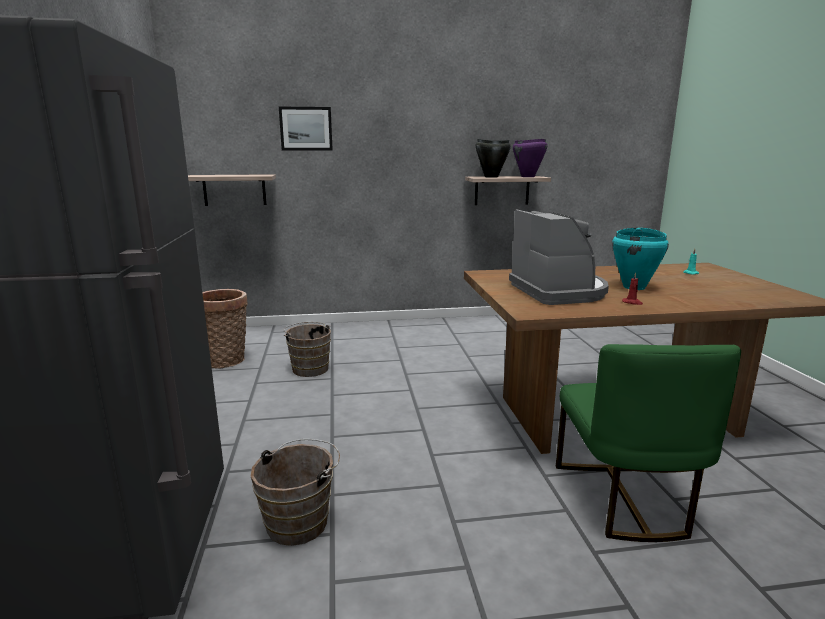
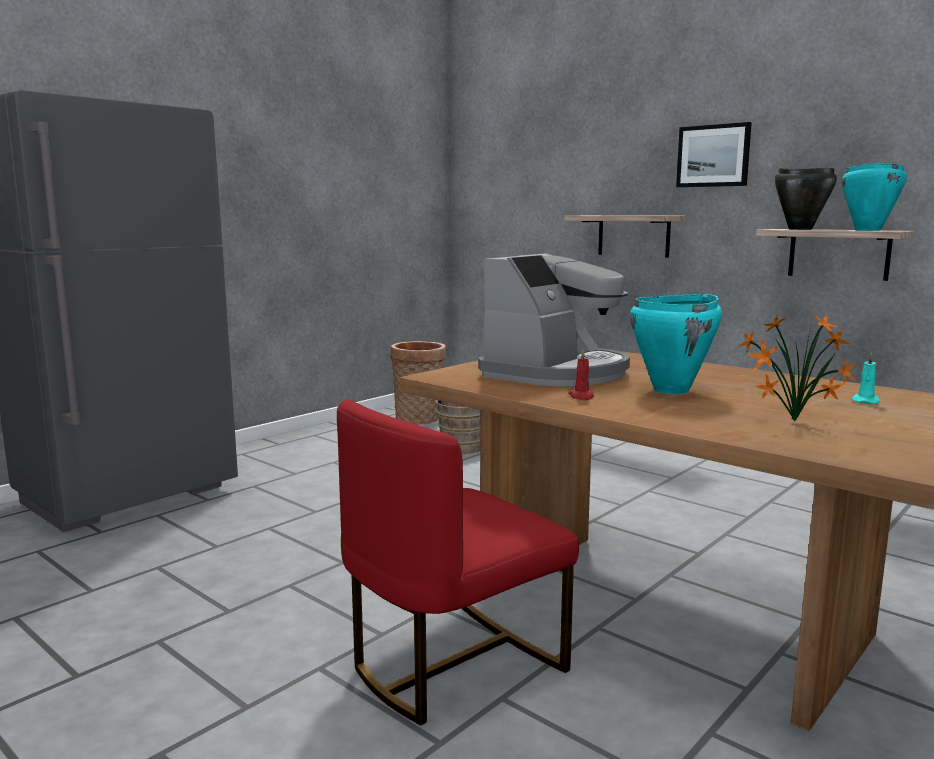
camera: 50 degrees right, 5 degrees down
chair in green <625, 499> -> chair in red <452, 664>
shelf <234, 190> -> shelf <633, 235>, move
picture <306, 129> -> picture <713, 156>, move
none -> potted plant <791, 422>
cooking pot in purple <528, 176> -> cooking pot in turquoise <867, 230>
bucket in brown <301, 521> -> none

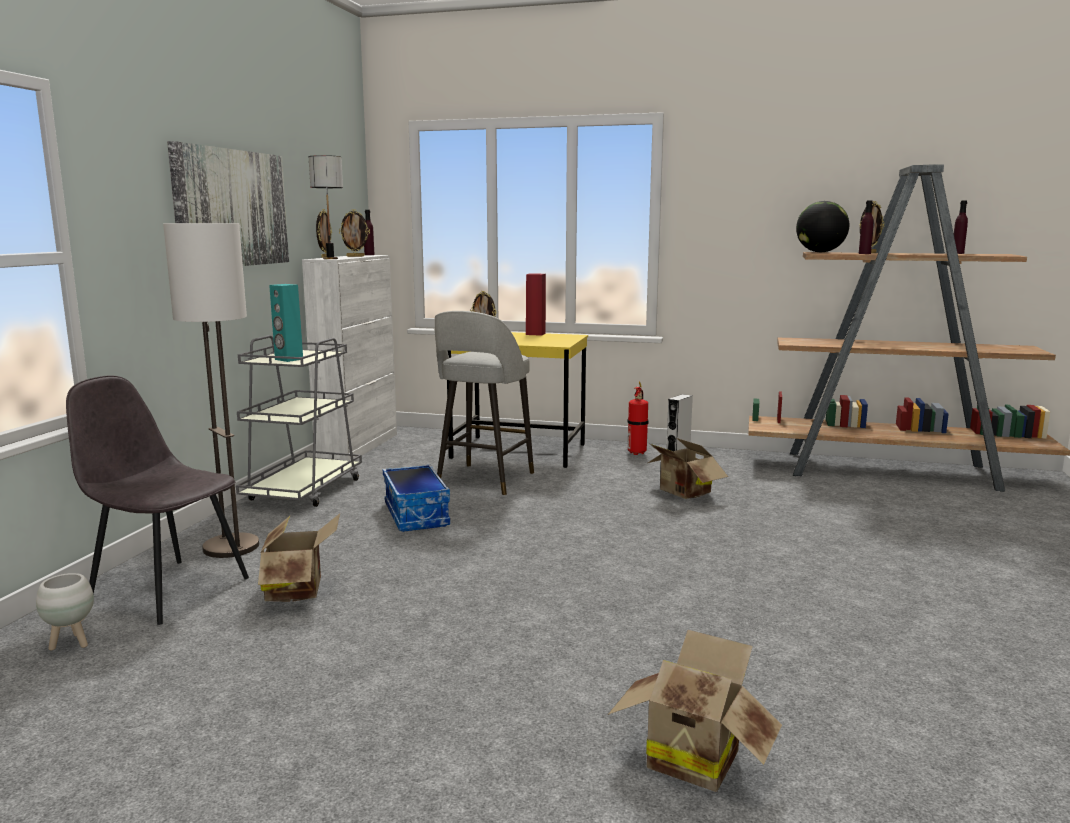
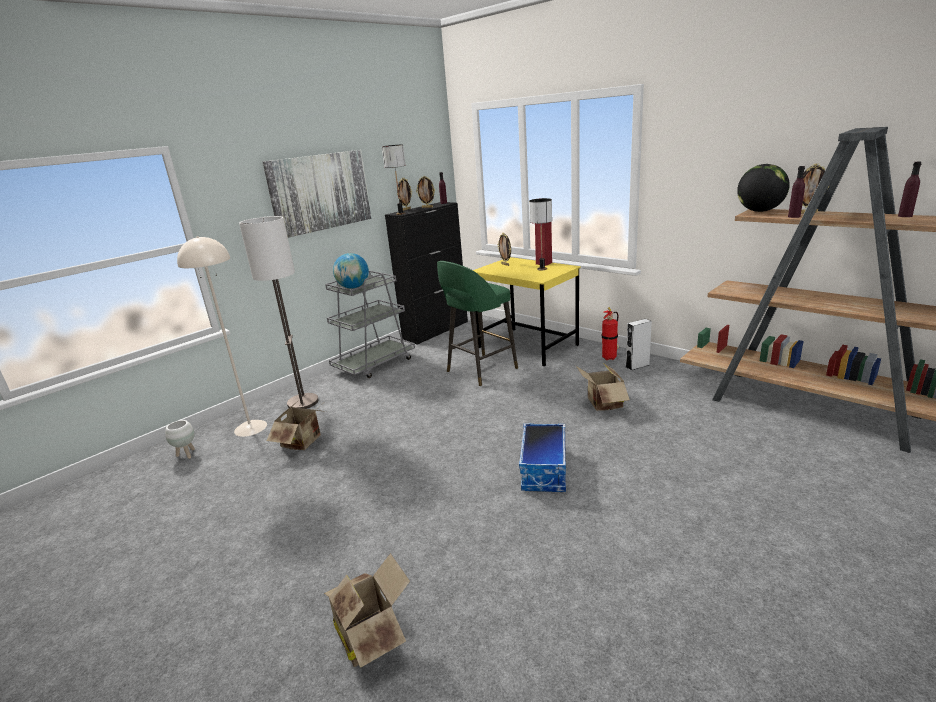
camera: 30 degrees right, 10 degrees up
chair in grey <167, 590> -> floor lamp in beige <251, 427>
speaker in turquoise <288, 359> -> globe <354, 287>
cabinet in white <358, 447> -> cabinet in black <436, 330>
stool in grey <483, 480> -> stool in green <480, 370>
storage box <417, 515> -> storage box <545, 470>, move
none -> table lamp <542, 269>

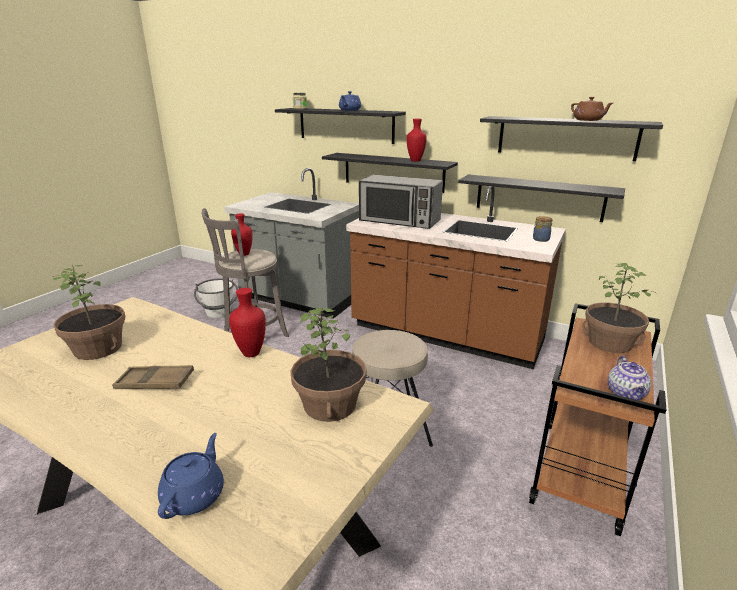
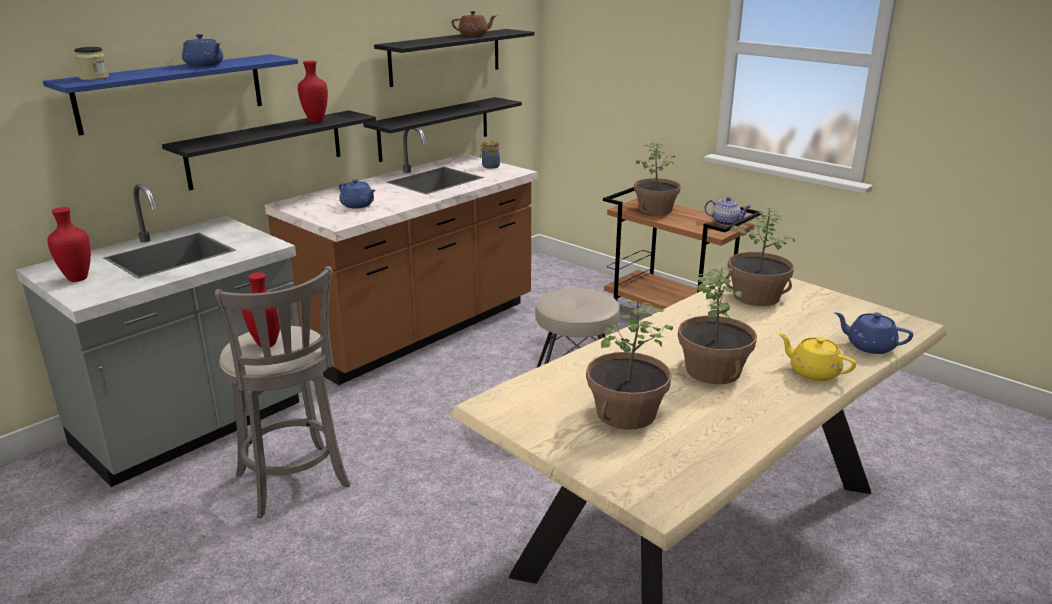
camera: 75 degrees left, 0 degrees up
shelf in black <345, 125> -> shelf in blue <172, 93>
vase in red <250, 353> -> vase in red <76, 279>, move
microwave <399, 221> -> teapot in blue <358, 205>
tray in brown <155, 382> -> potted plant <713, 370>
none -> teapot in yellow <813, 372>
bucket in white <219, 315> -> none

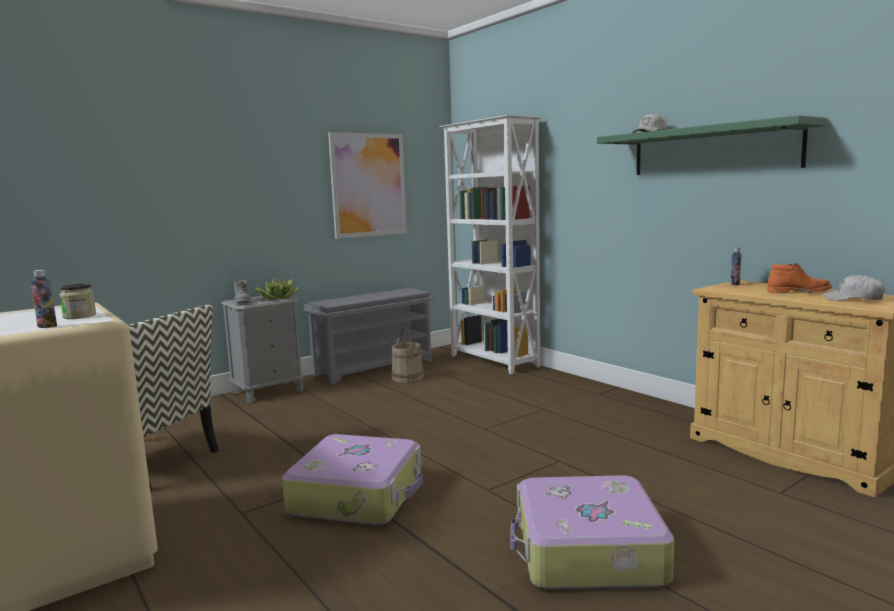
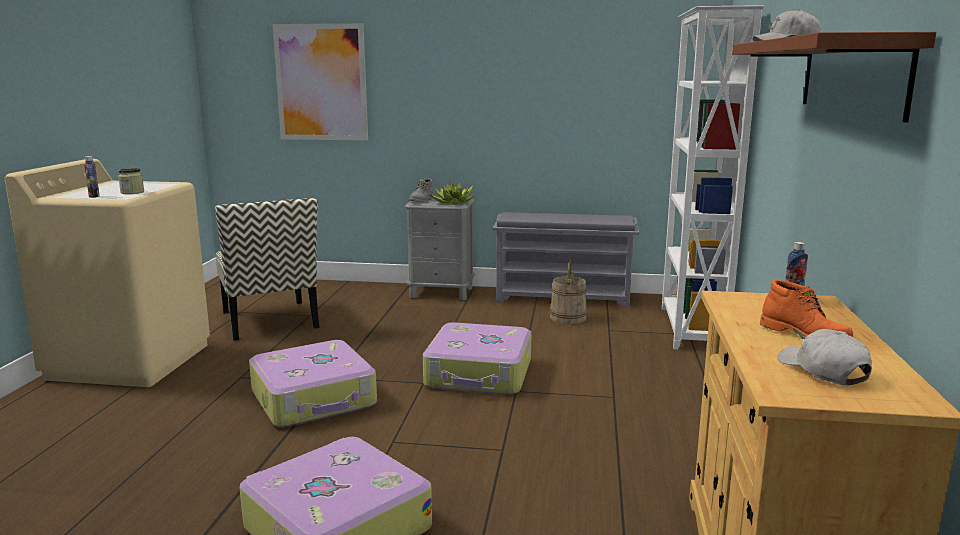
camera: 45 degrees right, 5 degrees up
picture <368, 185> -> picture <321, 82>, move
none -> suitcase <479, 374>
shelf in green <713, 150> -> shelf in brown <851, 76>

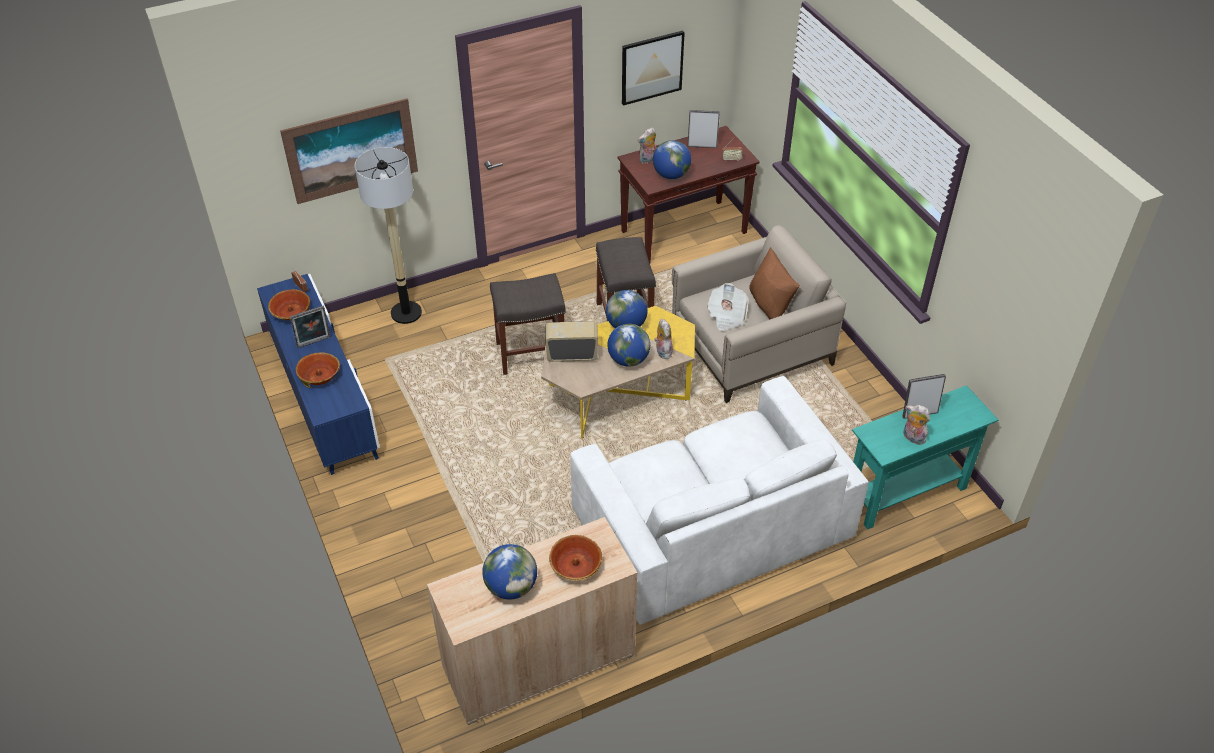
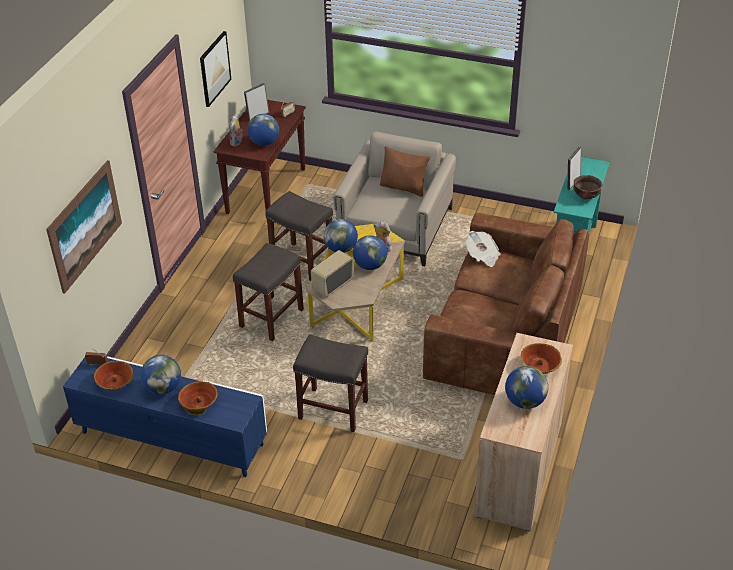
camera: 45 degrees left, 5 degrees down
picture frame <314, 343> -> globe <163, 388>
none -> stool in grey <332, 410>
sofa in white <711, 526> -> sofa in brown <506, 332>
newspaper <726, 316> -> newspaper <482, 256>, move
plush toy <912, 438> -> bowl in brown <586, 196>
floor lamp <406, 313> -> none

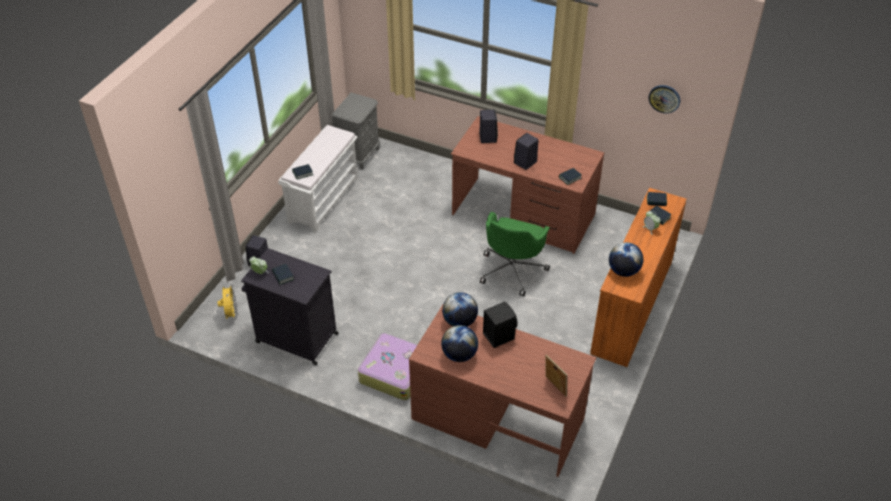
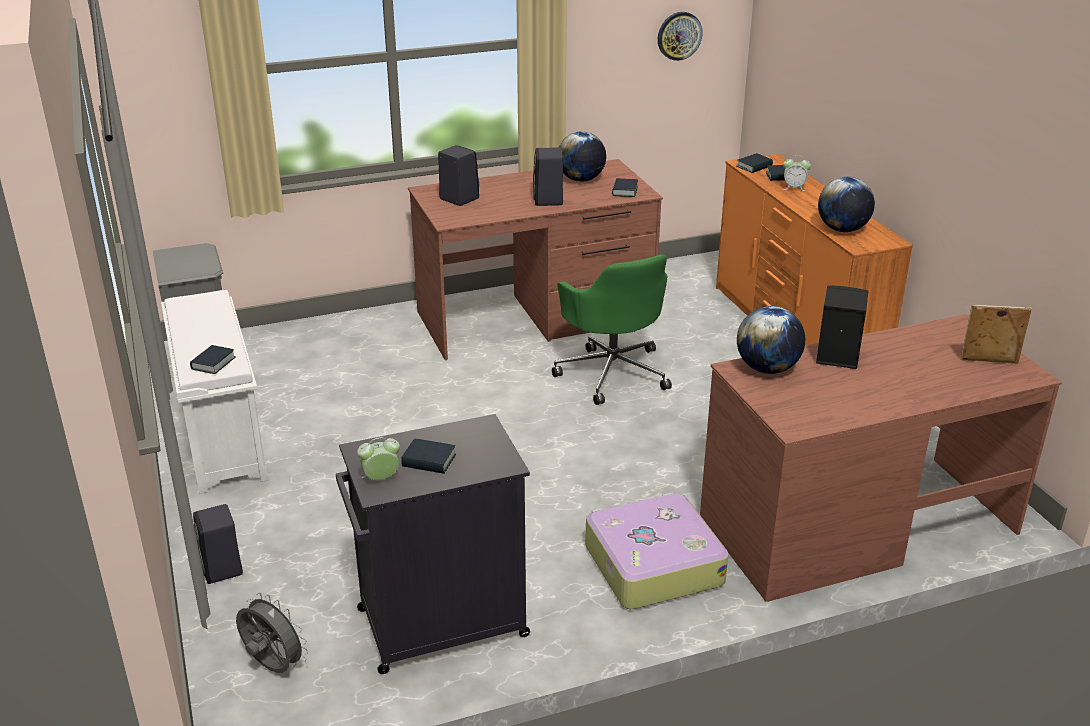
camera: 45 degrees left, 15 degrees down
fan in yellow <231, 314> -> fan in grey <273, 667>
globe <459, 355> -> globe <581, 179>, move

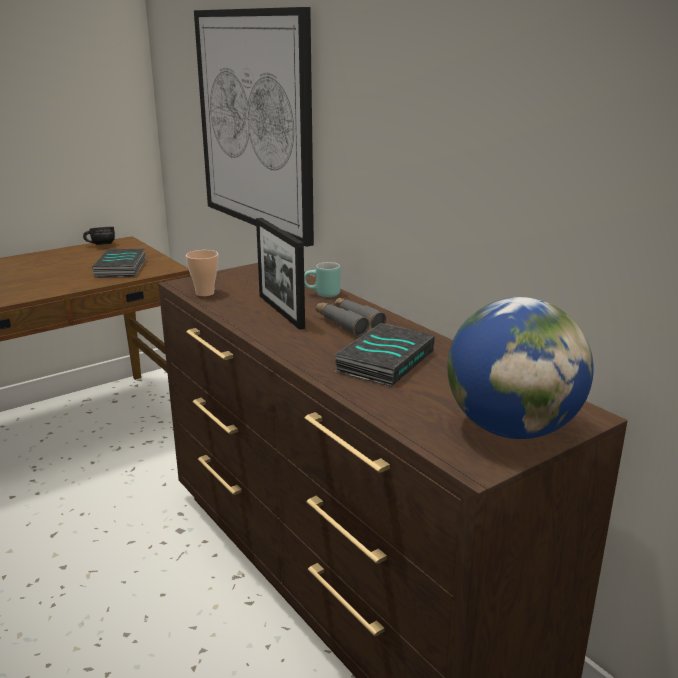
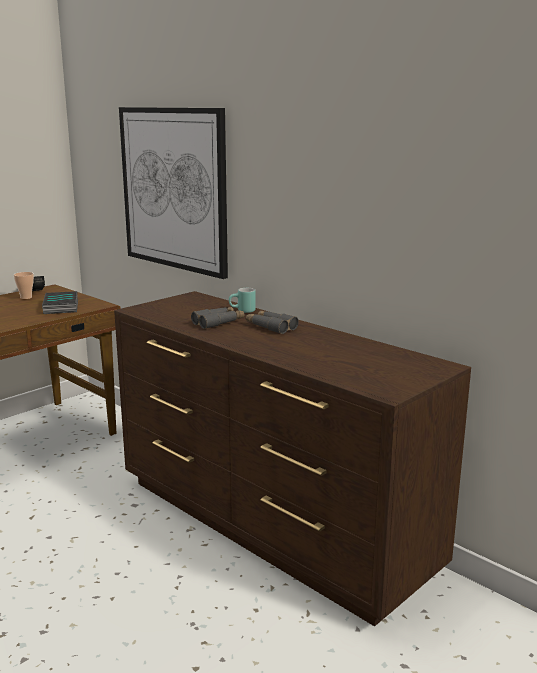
camera: 10 degrees left, 5 degrees down
cup <205, 293> -> cup <26, 297>, move
picture frame <281, 311> -> binoculars in grey <218, 322>
book <384, 360> -> none
globe <511, 429> -> none

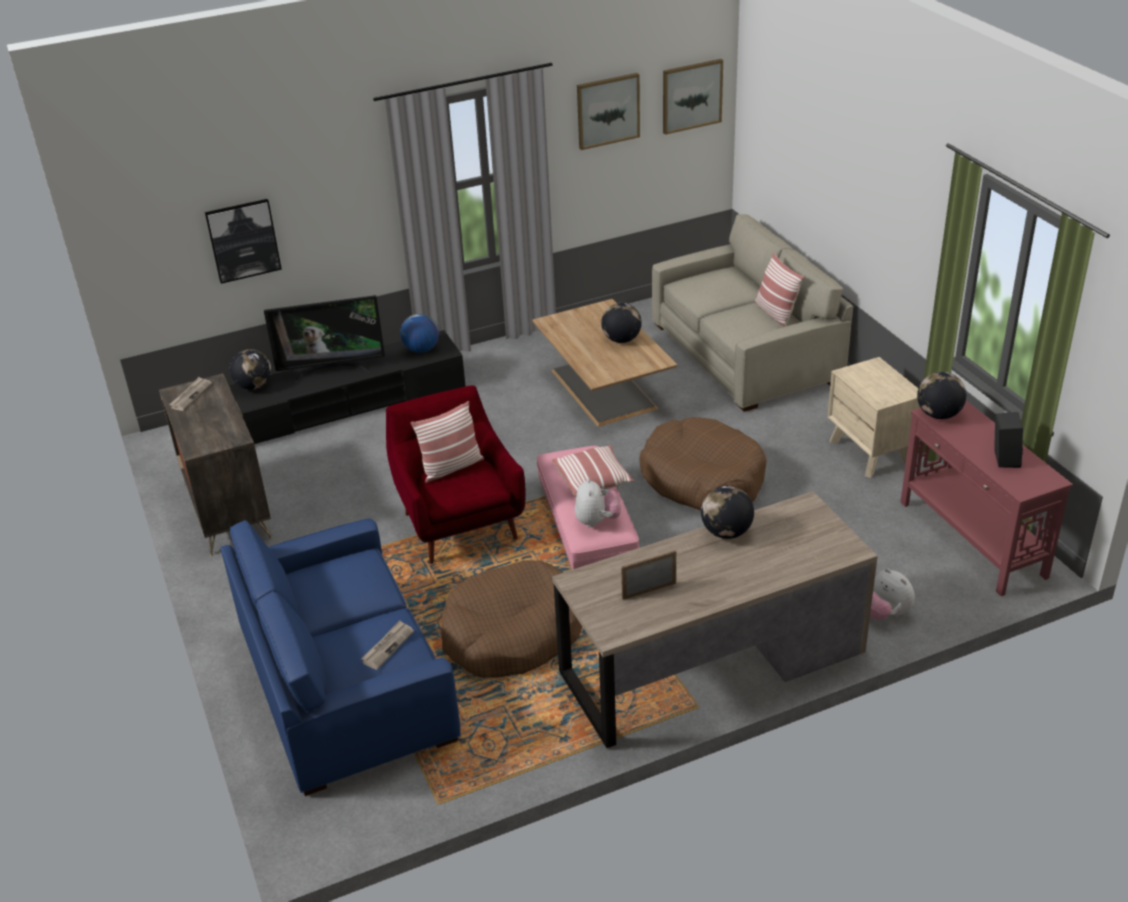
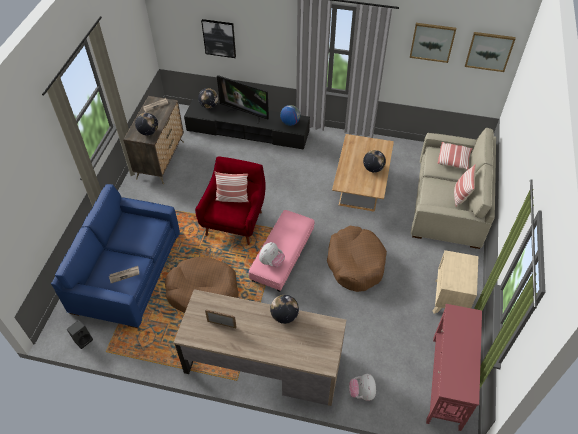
camera: 35 degrees right, 15 degrees up
speaker in black <1003, 459> -> speaker in black <83, 339>, move
globe <938, 414> -> globe <148, 132>, move
pillow <593, 480> -> pillow <453, 160>, move

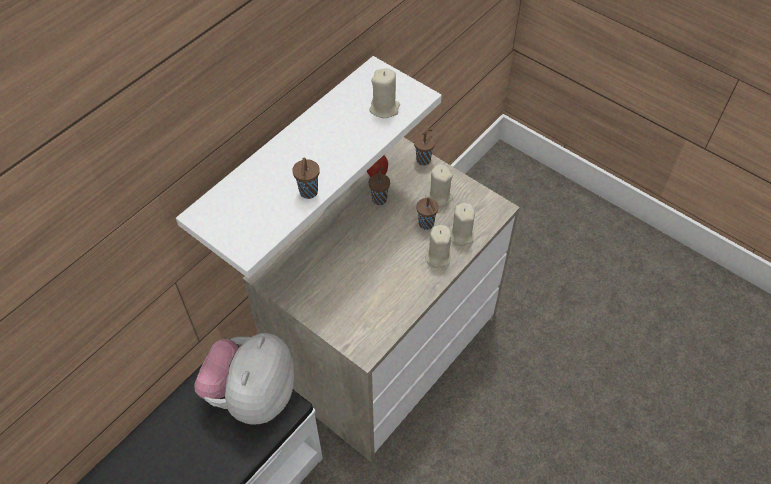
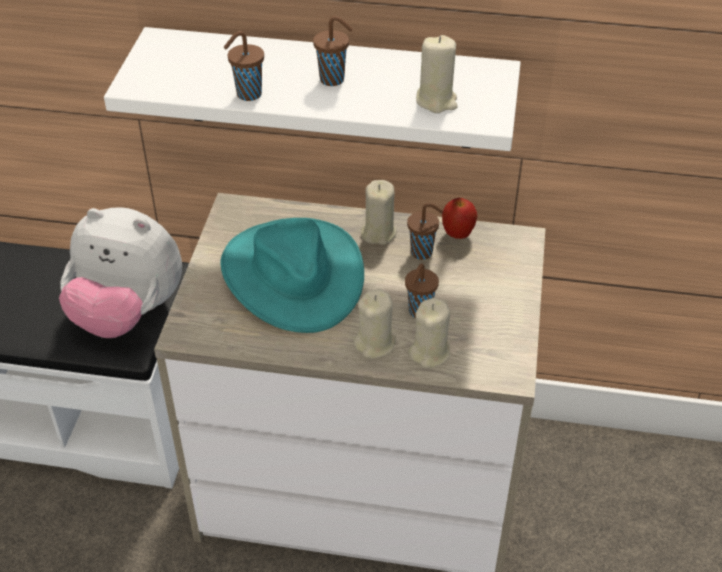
camera: 60 degrees right, 10 degrees down
plush toy <252, 395> -> plush toy <128, 313>, 150 degrees counterclockwise
none -> hat in turquoise <292, 275>
cup in brown <424, 159> -> cup in brown <333, 80>, move
candle in beige <438, 197> -> candle in beige <378, 232>, move

